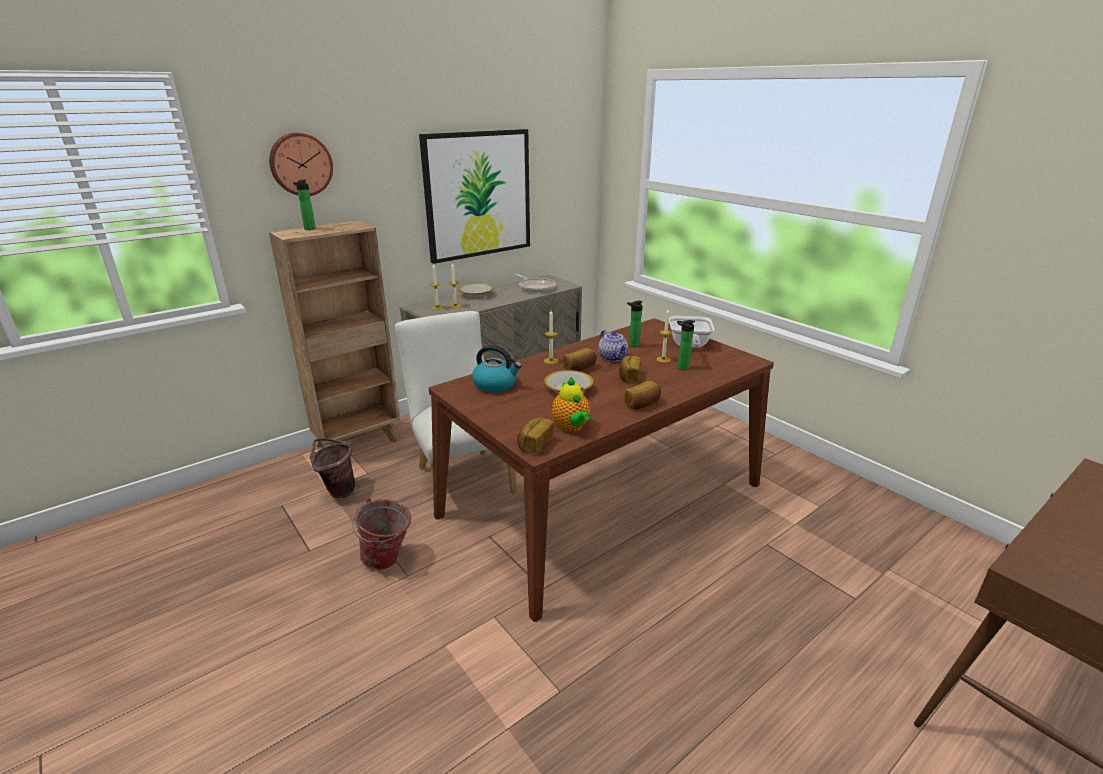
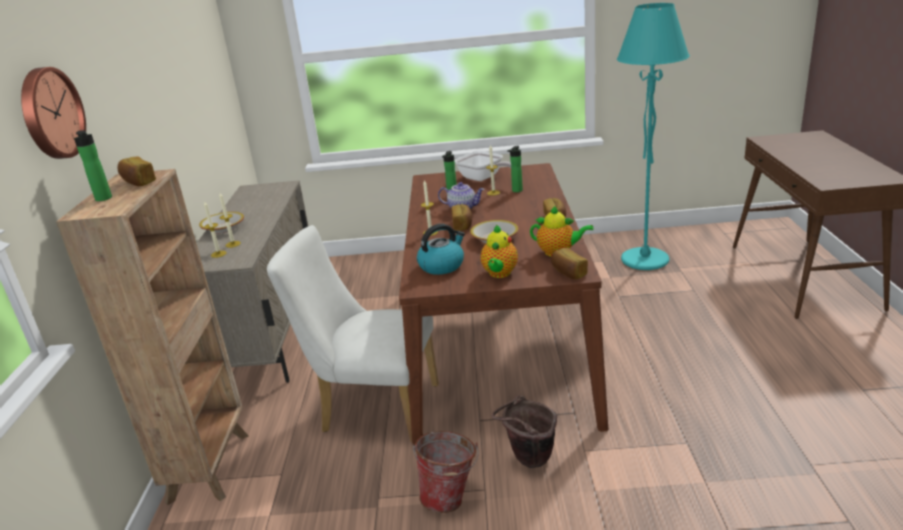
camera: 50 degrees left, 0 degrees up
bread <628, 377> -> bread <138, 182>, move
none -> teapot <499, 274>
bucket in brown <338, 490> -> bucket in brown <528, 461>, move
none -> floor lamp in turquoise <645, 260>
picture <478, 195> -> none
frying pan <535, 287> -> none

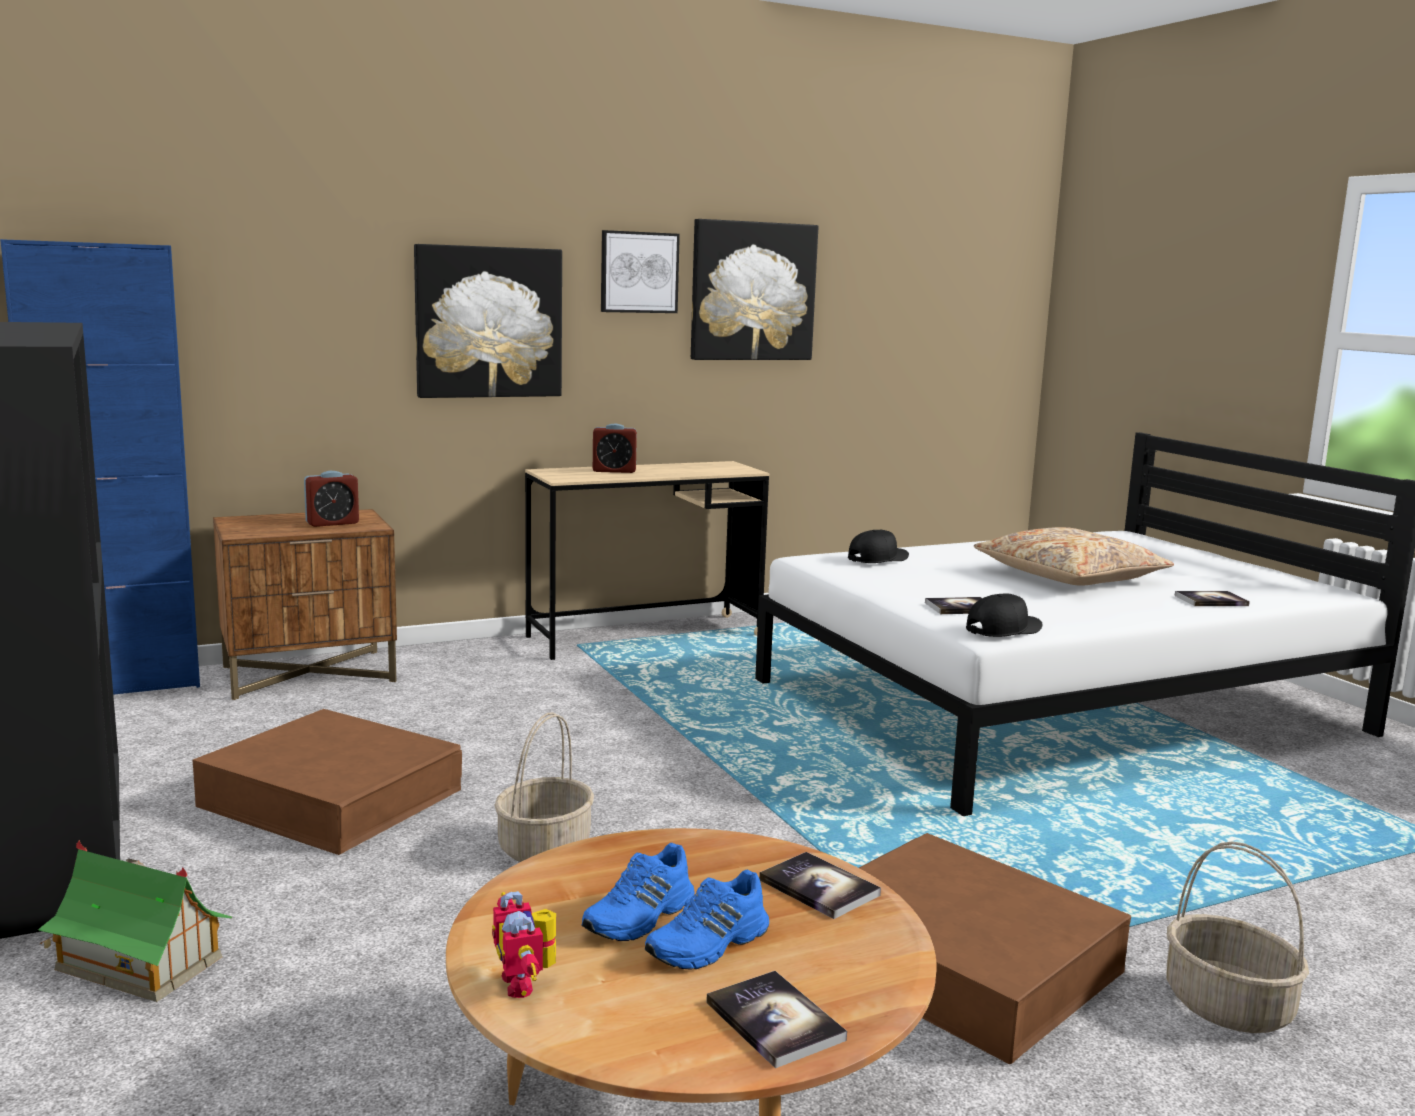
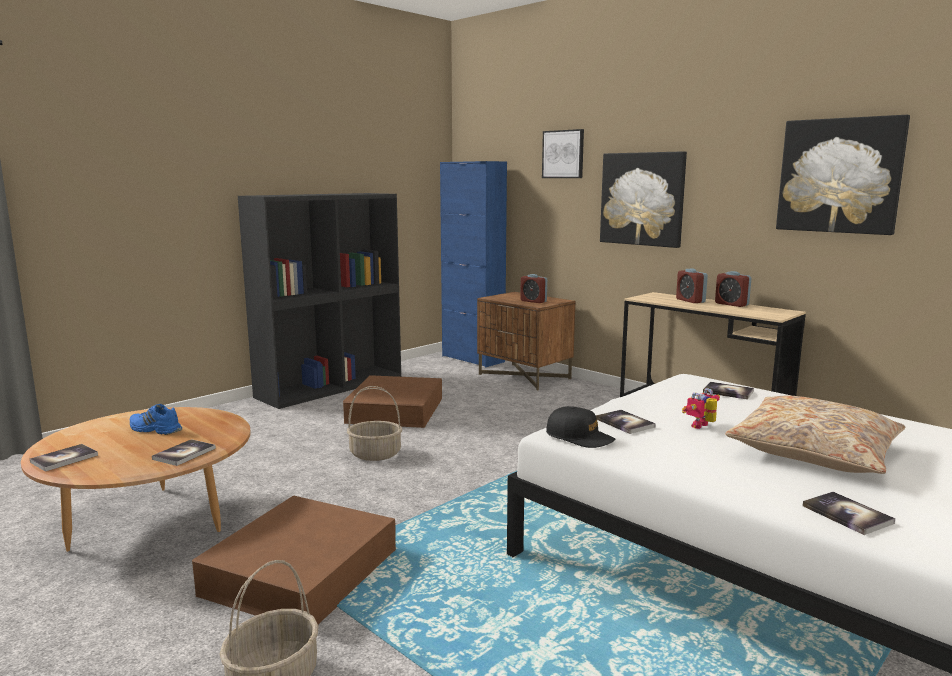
camera: 70 degrees right, 0 degrees up
picture <639, 272> -> picture <563, 154>, move
toy robot <527, 982> -> toy robot <703, 426>, move
cap in black <878, 558> -> book <728, 392>
none -> alarm clock <731, 304>
toy house <138, 963> -> none
shoe in blue <709, 945> -> none

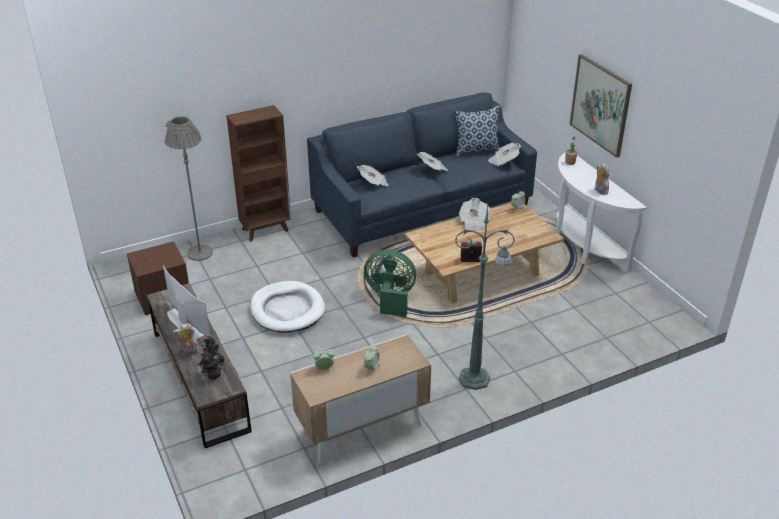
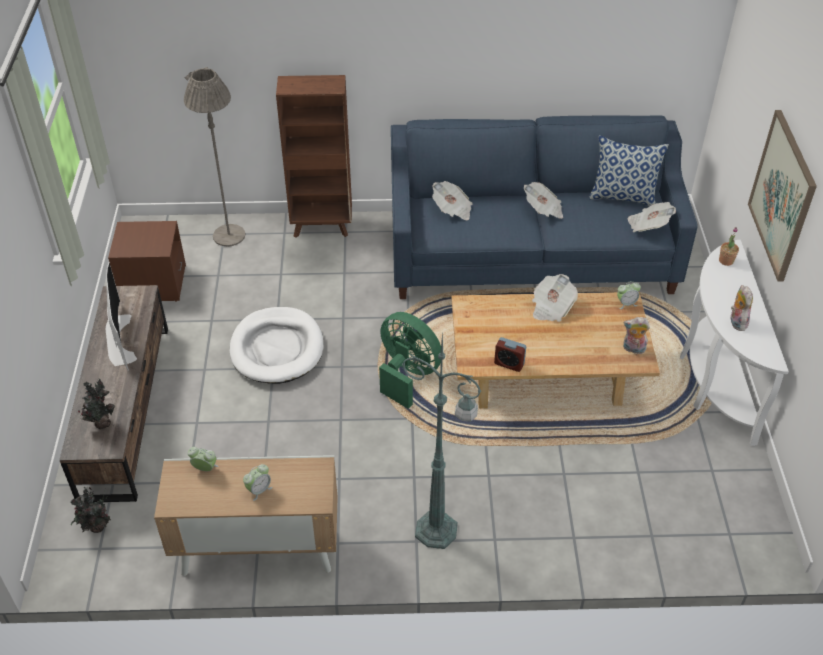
camera: 25 degrees right, 10 degrees up
none -> potted plant <97, 528>
plush toy <188, 353> -> plush toy <633, 349>, move

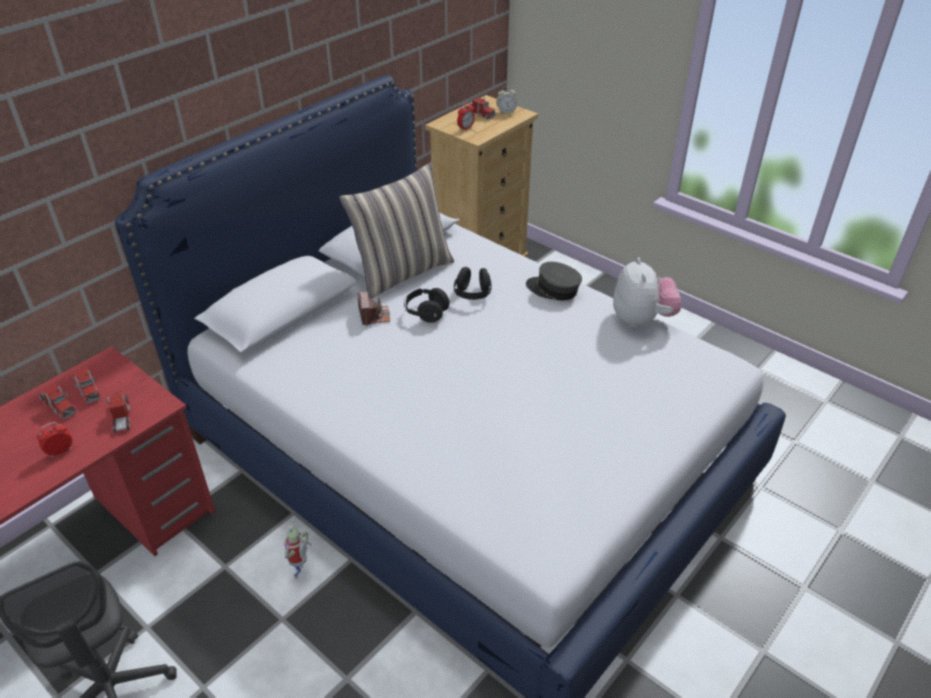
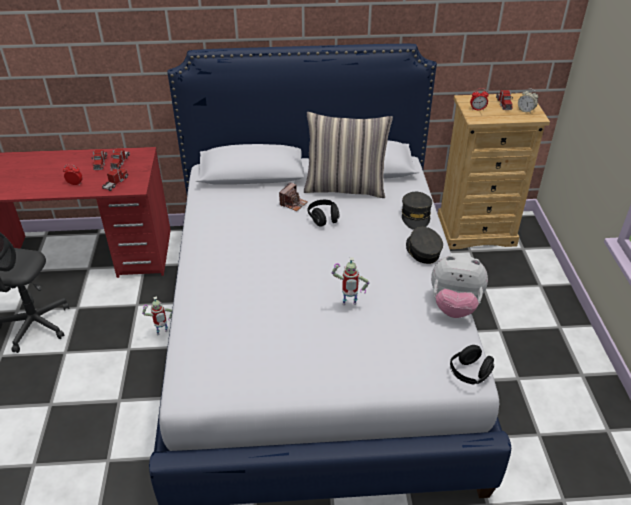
camera: 45 degrees right, 0 degrees up
none -> toy robot <349, 305>
none -> cap in grey <416, 216>
plush toy <641, 320> -> plush toy <454, 306>, 60 degrees clockwise
headphones in black <472, 294> -> headphones in black <469, 373>, move

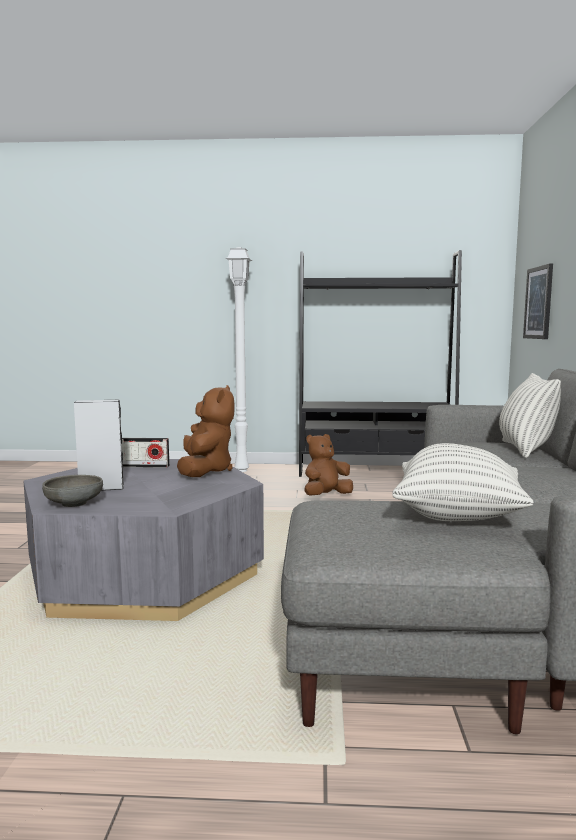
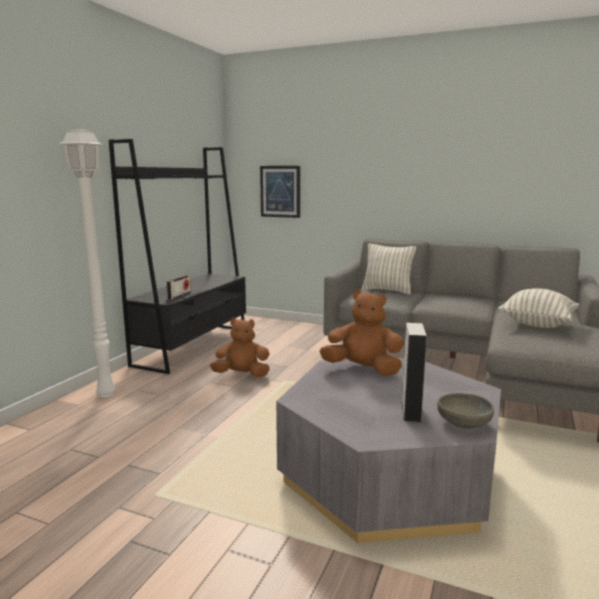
camera: 70 degrees left, 5 degrees up
radio <144, 466> -> radio <179, 296>, move
plush toy in brown <326, 496> -> plush toy in brown <242, 375>, 105 degrees clockwise

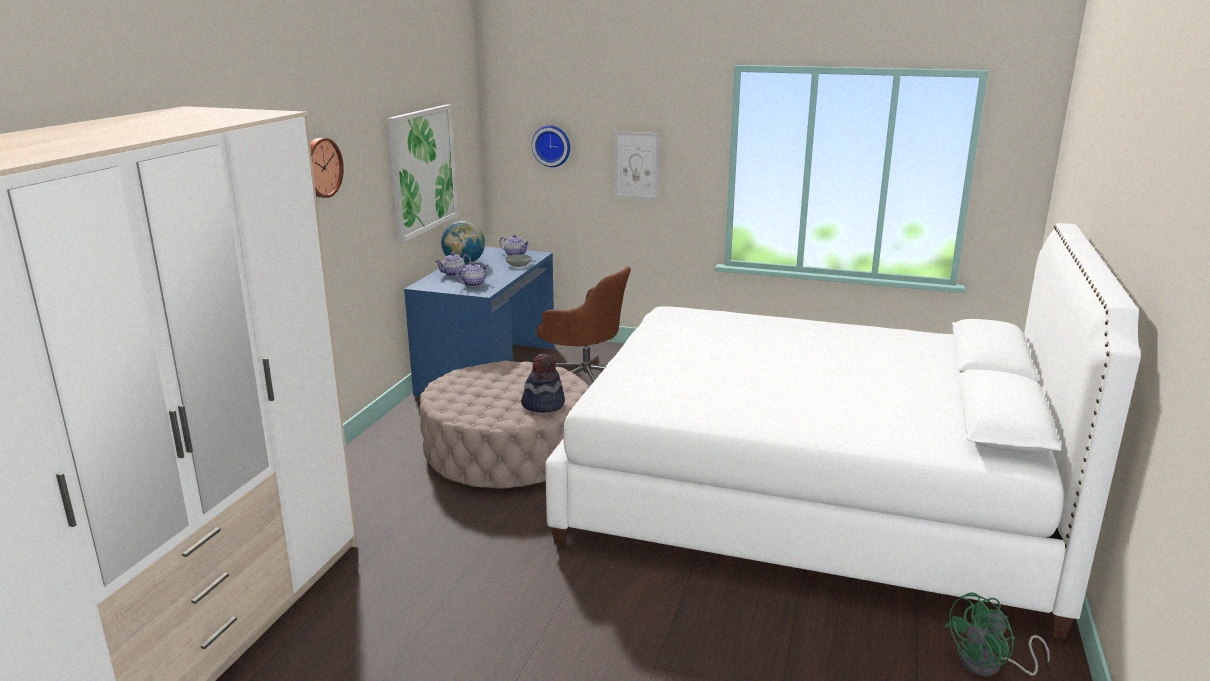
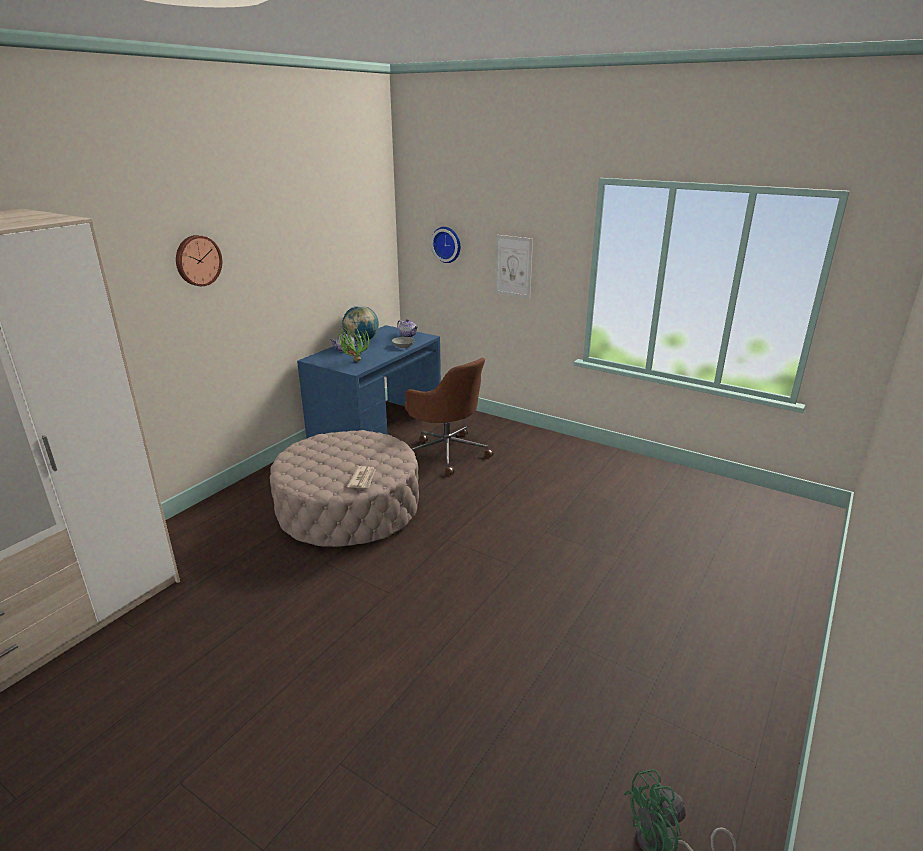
camera: 15 degrees right, 5 degrees up
teapot <473, 284> -> potted plant <353, 361>
hat <543, 405> -> newspaper <363, 479>
picture <422, 170> -> none
bed in white <808, 497> -> none

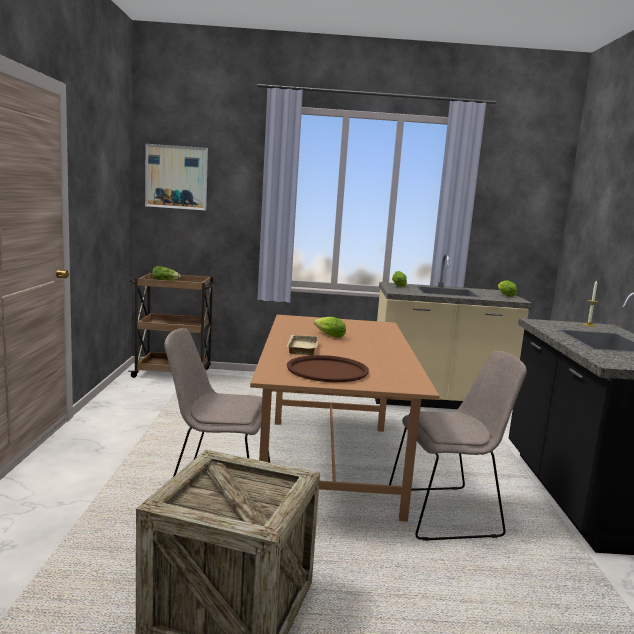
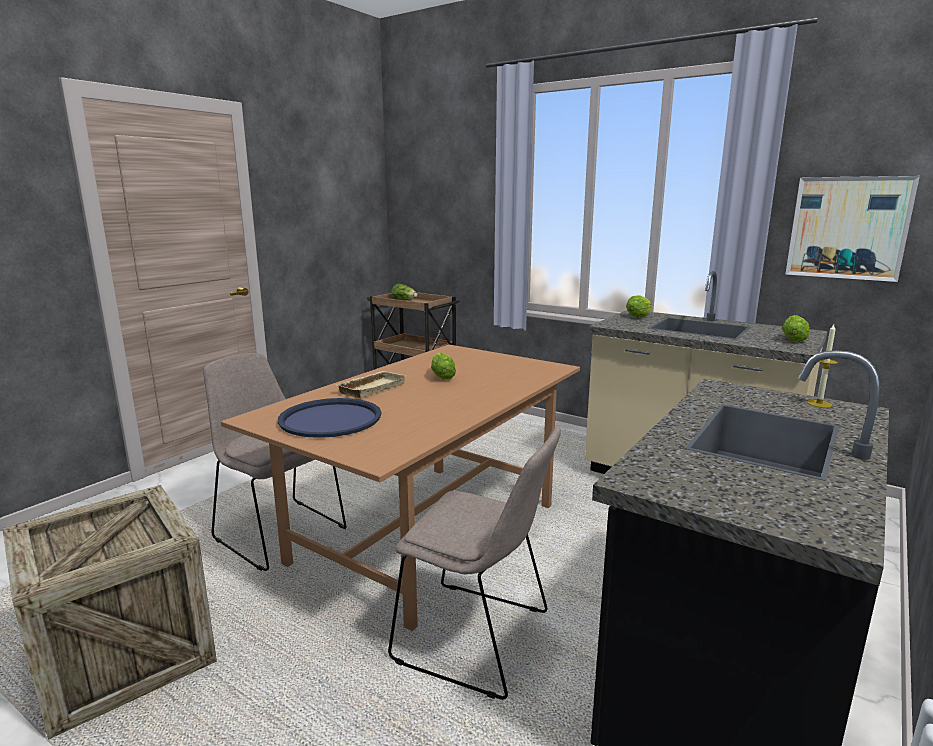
camera: 35 degrees right, 5 degrees up
tray in brown <327, 370> -> tray in blue <330, 419>
picture <176, 177> -> picture <848, 228>, move

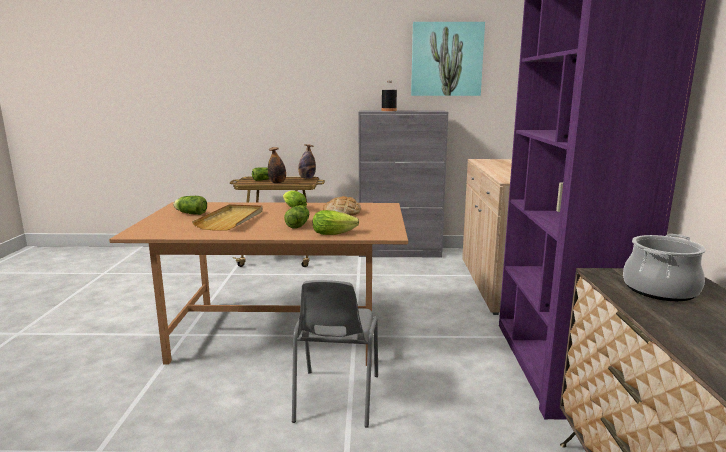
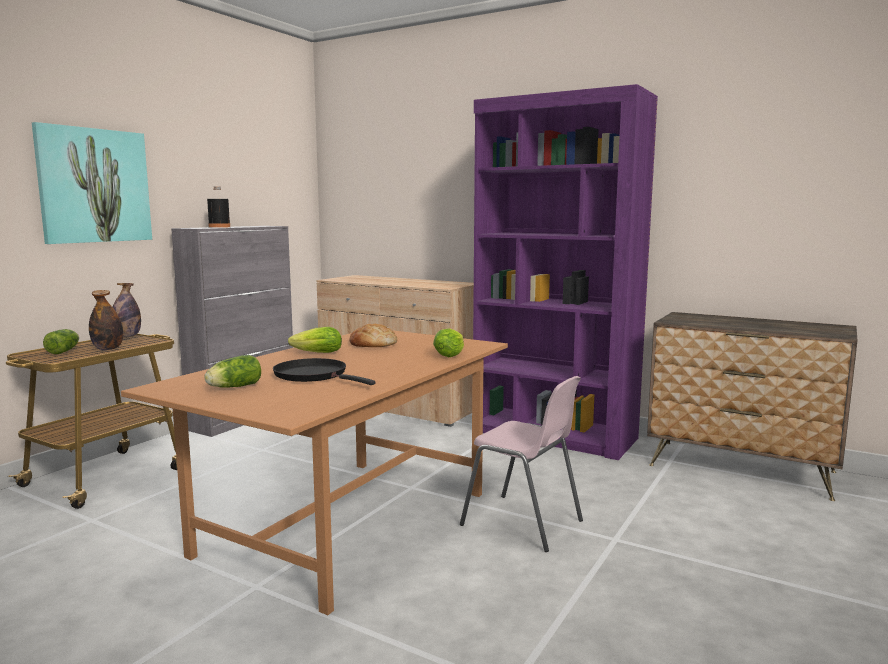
camera: 60 degrees left, 5 degrees down
picture <446, 59> -> picture <95, 185>, move
tray in beige <231, 219> -> frying pan in black <314, 375>
chair in grey <335, 398> -> chair in pink <523, 523>
lettuce <299, 225> -> none
cooking pot <660, 290> -> none

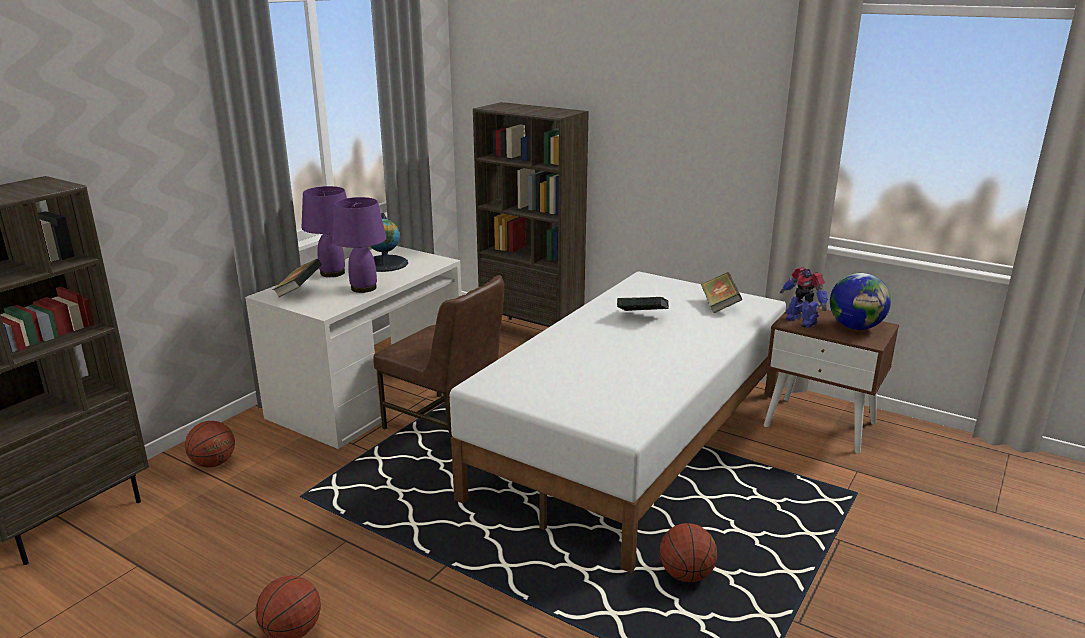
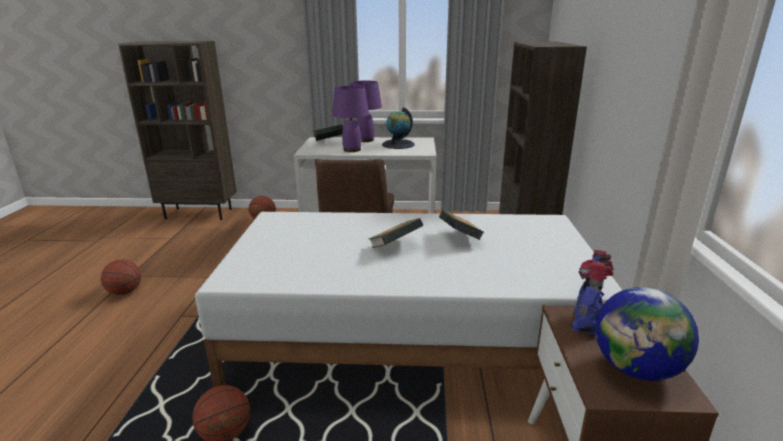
camera: 60 degrees right, 0 degrees up
book <719, 305> -> book <395, 247>, move

